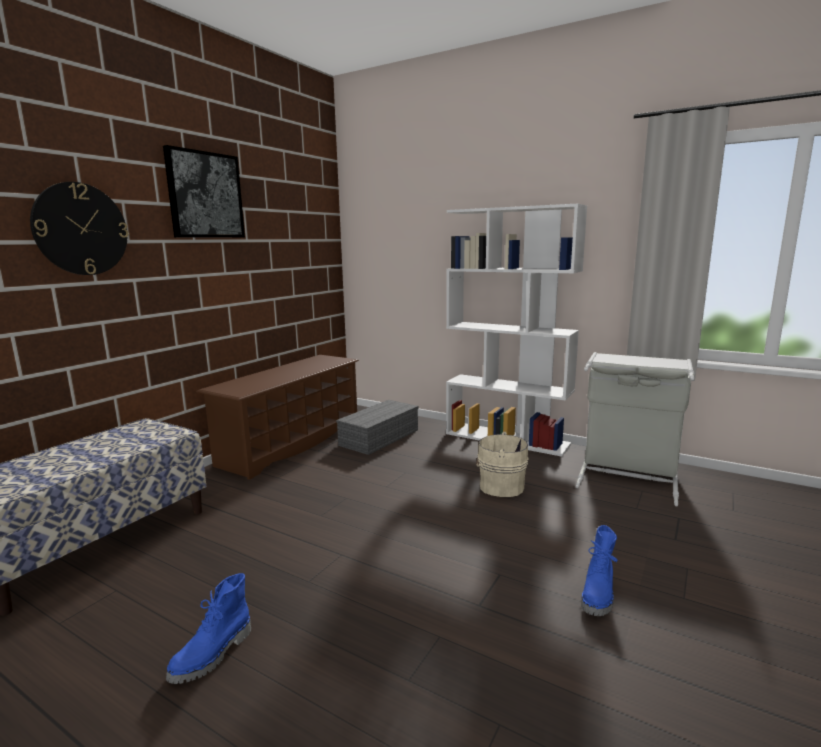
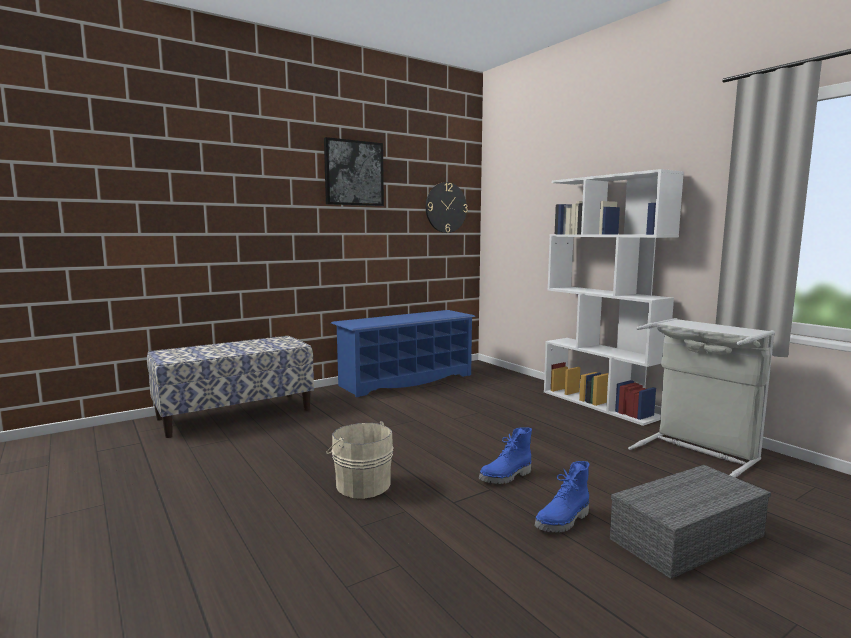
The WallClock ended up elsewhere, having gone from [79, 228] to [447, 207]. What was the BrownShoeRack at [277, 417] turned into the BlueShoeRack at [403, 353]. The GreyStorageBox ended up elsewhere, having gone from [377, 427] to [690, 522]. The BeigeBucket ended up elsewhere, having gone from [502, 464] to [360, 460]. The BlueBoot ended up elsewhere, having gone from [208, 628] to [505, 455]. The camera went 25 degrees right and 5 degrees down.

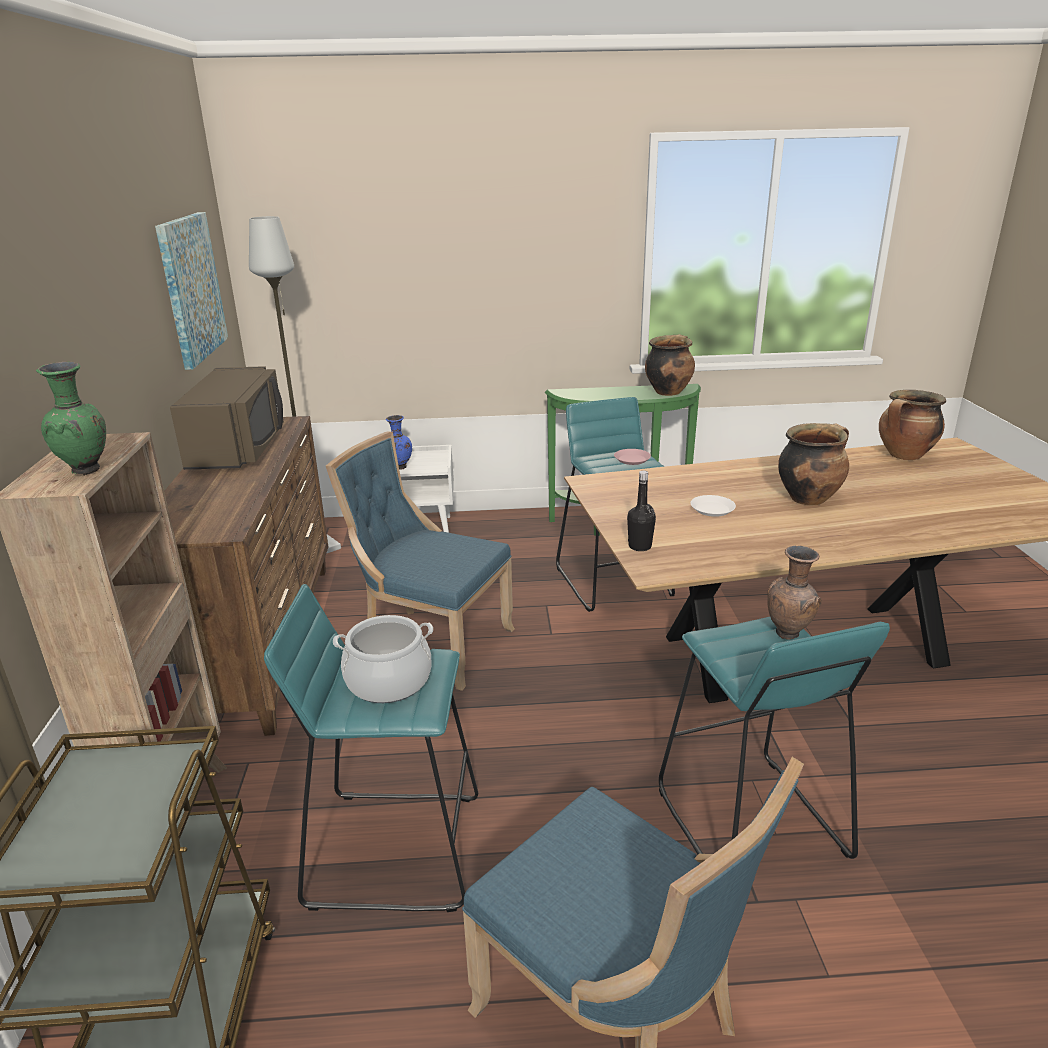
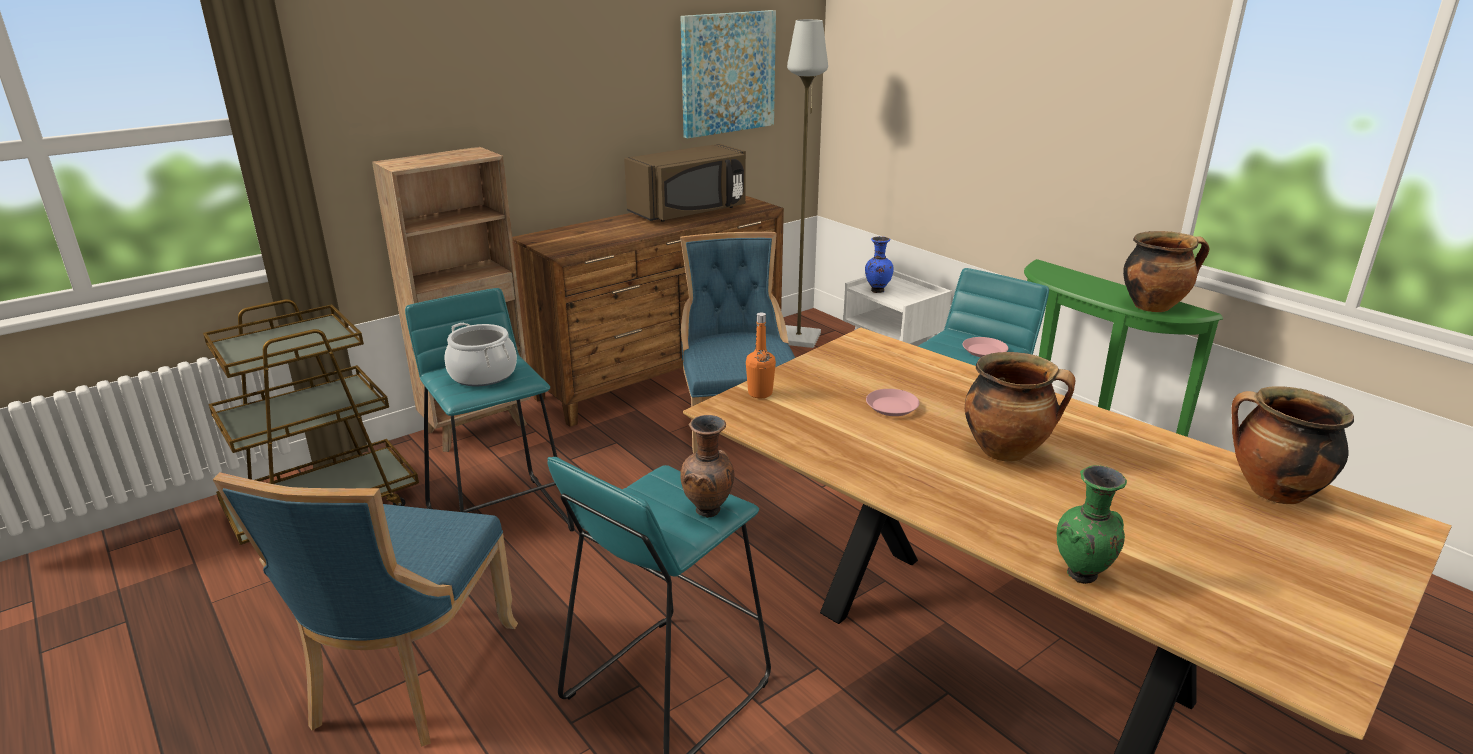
The GreenVase ended up elsewhere, having gone from [71, 418] to [1092, 524]. What was the BlackBottle at [641, 511] turned into the OrangeBottle at [761, 355]. What was the WhitePlate at [713, 506] turned into the PinkPlate at [893, 402]. The camera went 55 degrees right and 0 degrees up.

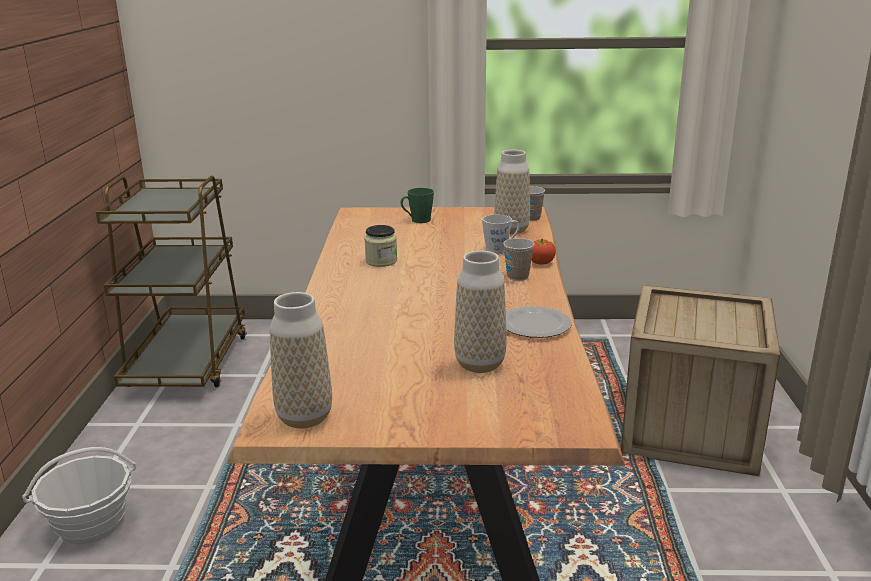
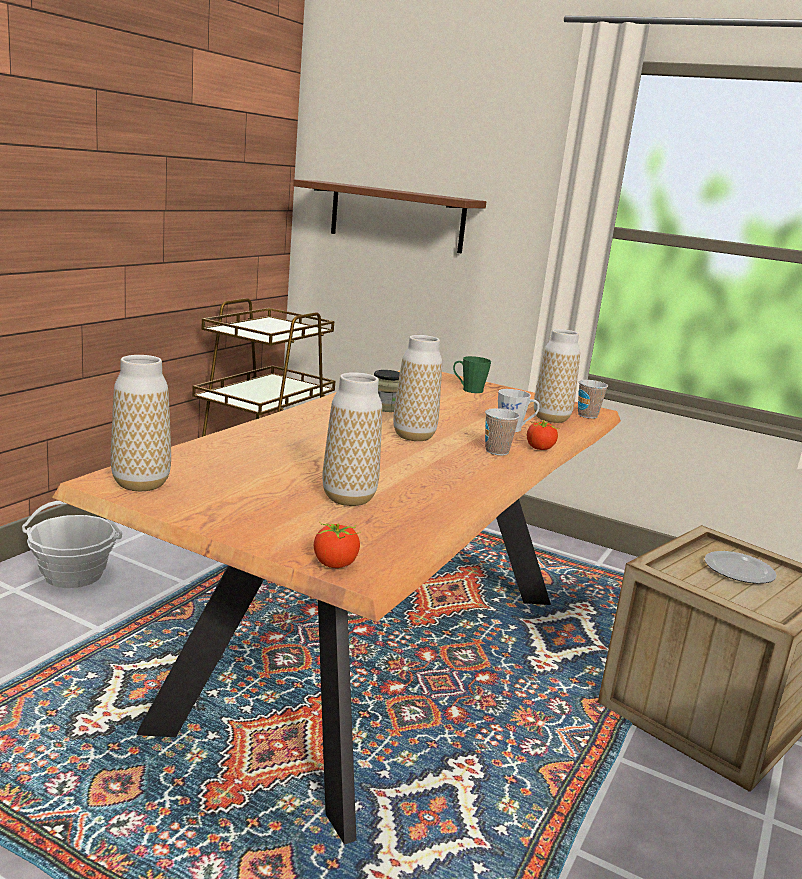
The Plate ended up elsewhere, having gone from [539, 322] to [741, 567]. The second view gained the BrownShelf at [389, 216]. The second view gained the Vase at [417, 388]. The second view gained the Tomato at [337, 545]. The camera went 25 degrees right and 5 degrees down.

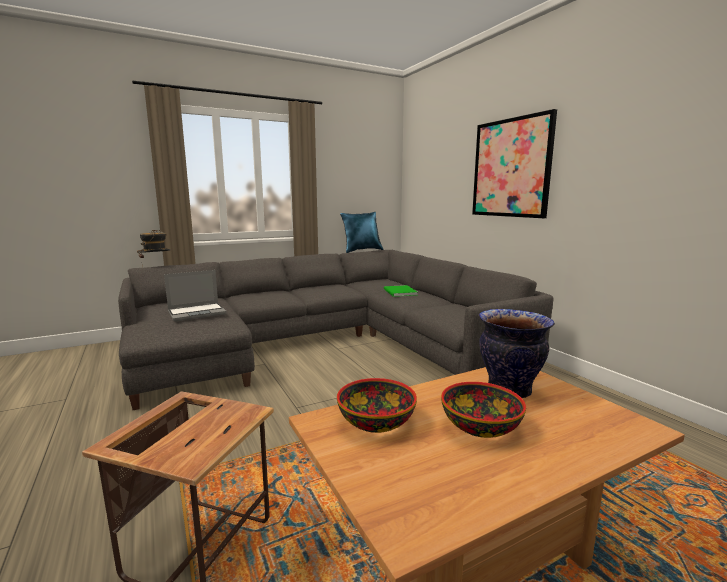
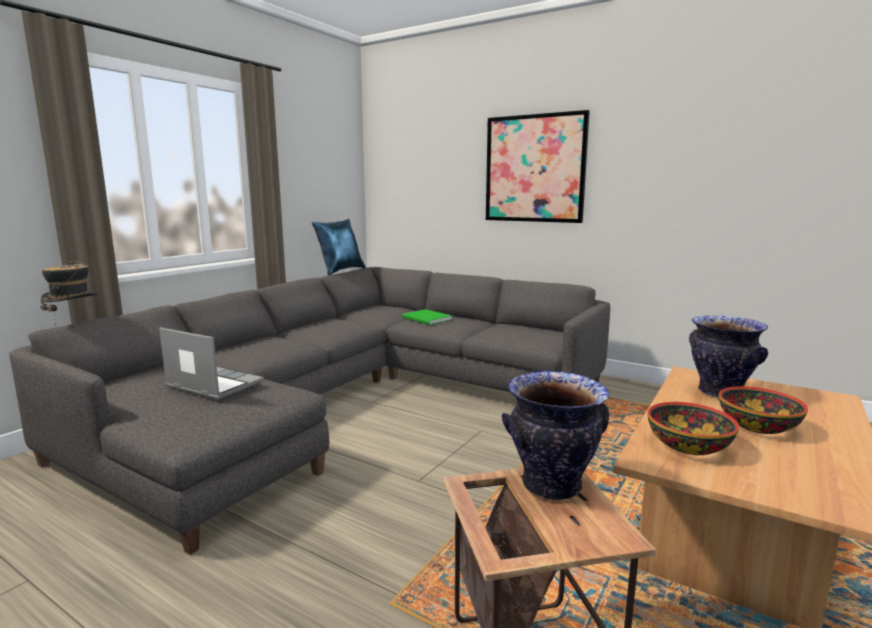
The Laptop at [195, 295] ended up facing another way, 90 degrees counterclockwise from before. The second view gained the Vase at [555, 435]. The camera went 30 degrees left and 0 degrees up.

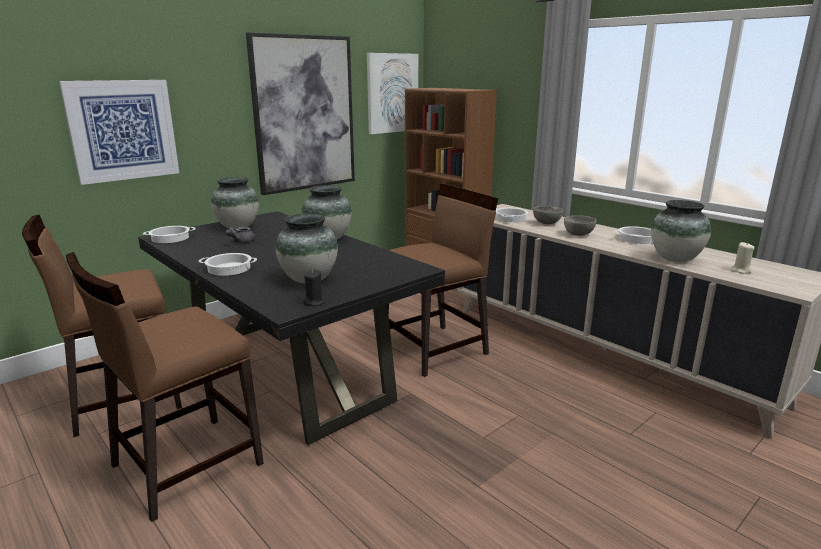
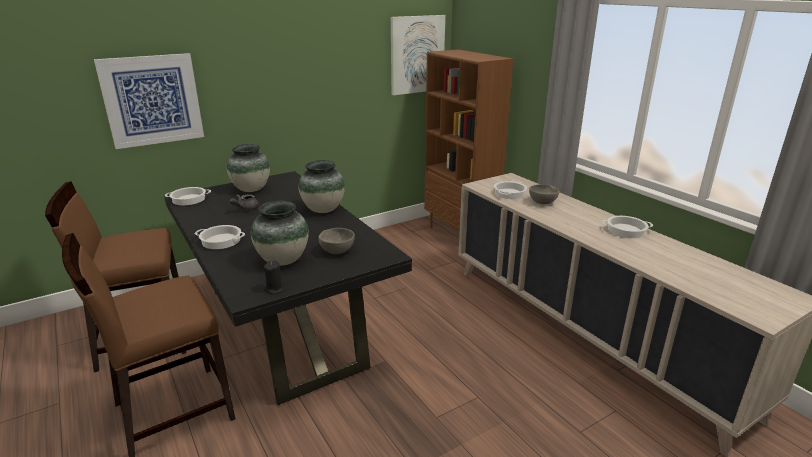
The second view lost the Picture at [300, 113]. The second view lost the BrownChair at [442, 280]. The second view lost the Vase at [681, 231]. The GreyBowl ended up elsewhere, having gone from [580, 225] to [337, 241]. The second view lost the BeigeCandle at [743, 258]. The camera went 10 degrees right and 5 degrees up.

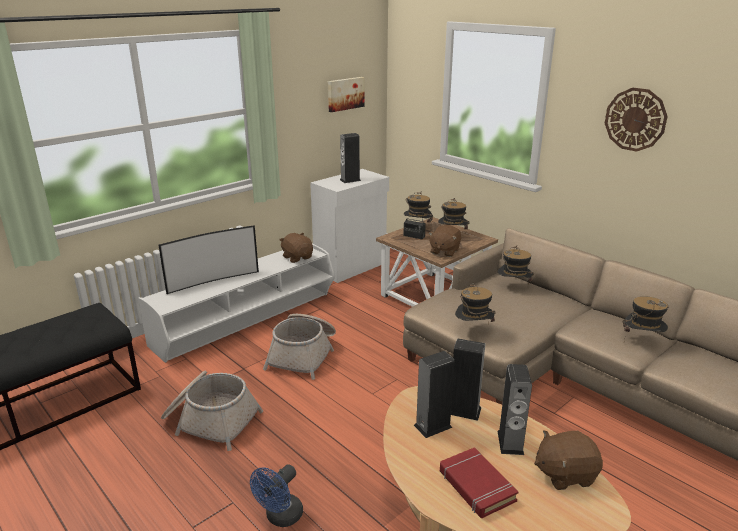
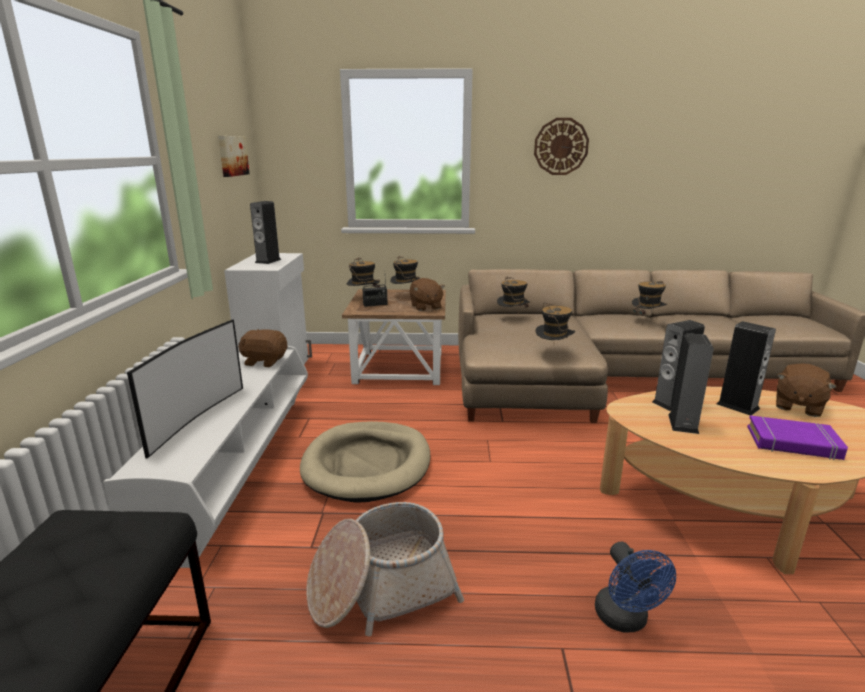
Where the Basket stood at [299, 347], the BeigeDogBed came to stand at [365, 462]. What was the RedBook at [479, 482] turned into the PurpleBook at [797, 437]. The camera went 45 degrees left and 5 degrees down.

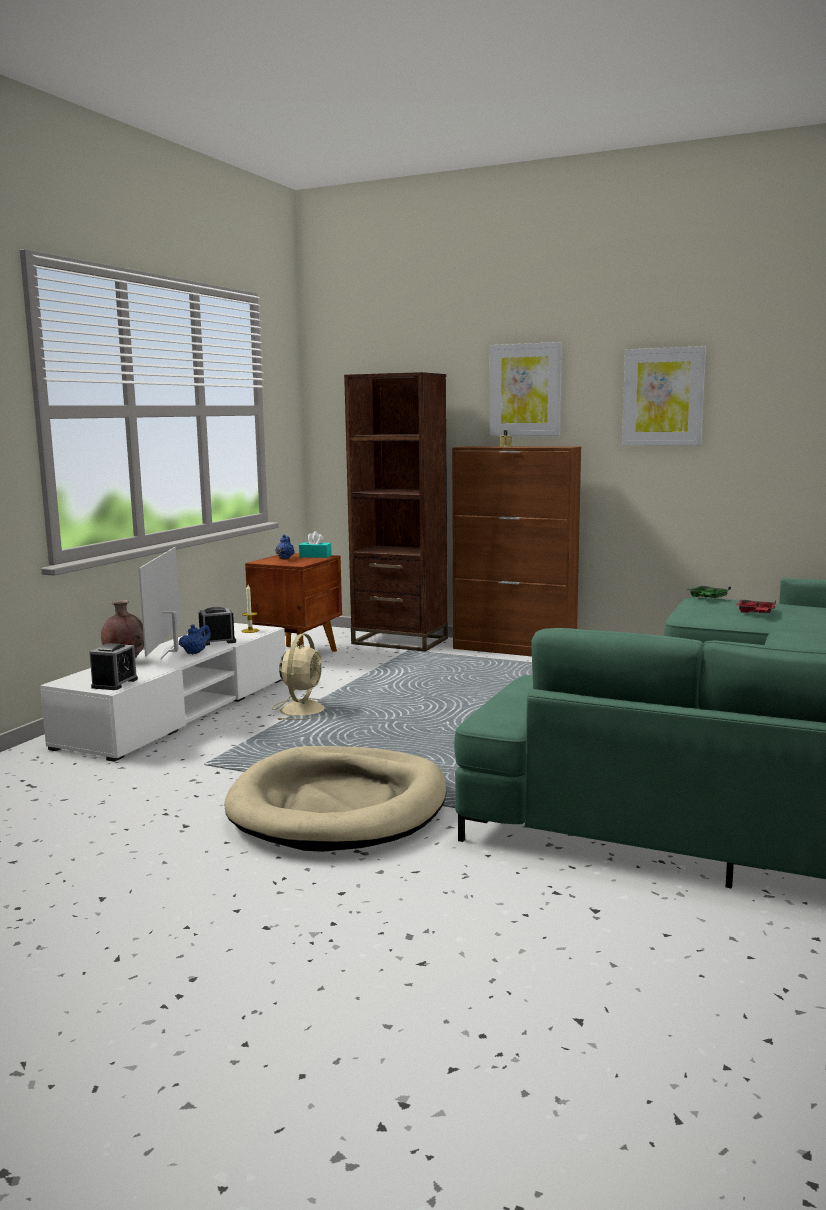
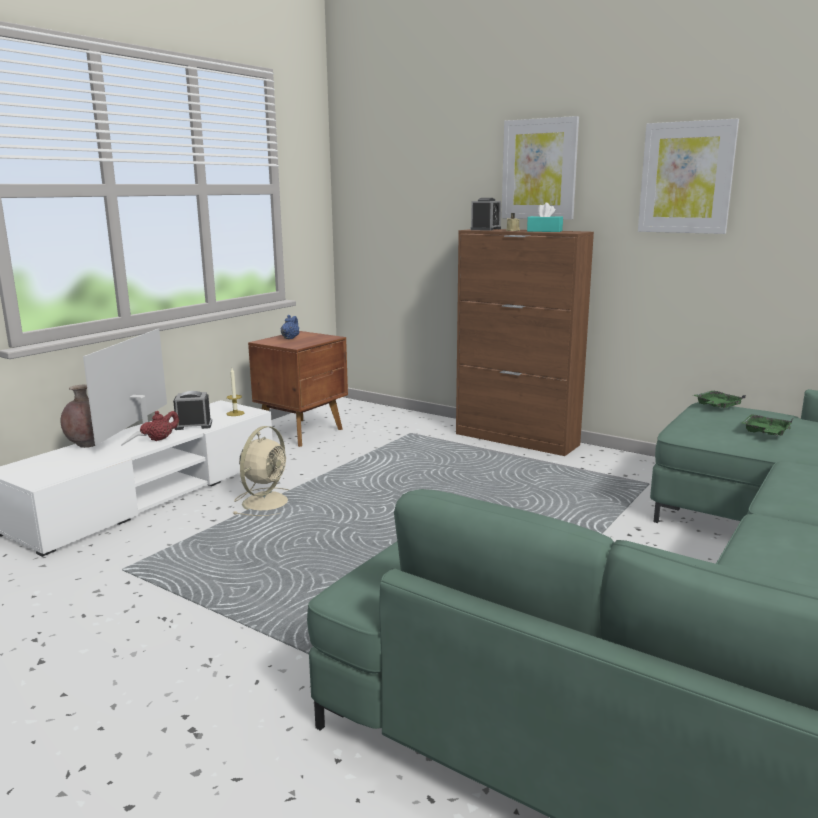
The second view lost the BrownBookcase at [396, 512]. The TurquoiseTissueBox ended up elsewhere, having gone from [315, 544] to [545, 217]. What was the RedTray at [756, 607] turned into the GreenTray at [767, 425]. What was the BlueTeapot at [195, 639] turned into the RedTeapot at [159, 426]. The AlarmClock ended up elsewhere, having gone from [113, 666] to [486, 214]. The second view lost the BeigeDogBed at [335, 799]. The camera went 10 degrees right and 5 degrees up.

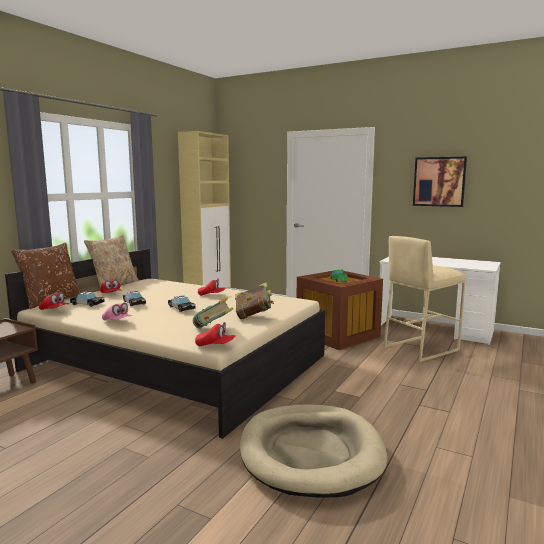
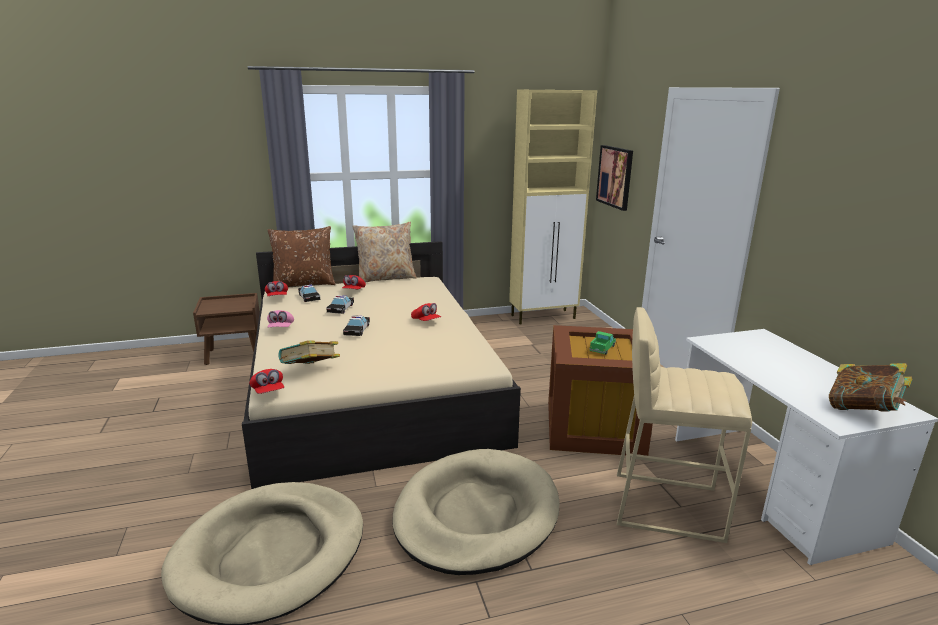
The Picture ended up elsewhere, having gone from [440, 182] to [614, 178]. The Book ended up elsewhere, having gone from [254, 300] to [870, 387]. The second view gained the BeigeDogBed at [476, 512]. The camera went 45 degrees right and 10 degrees up.

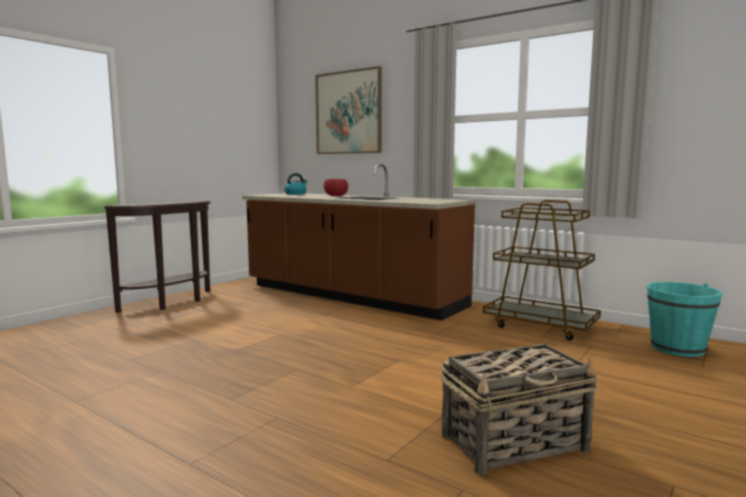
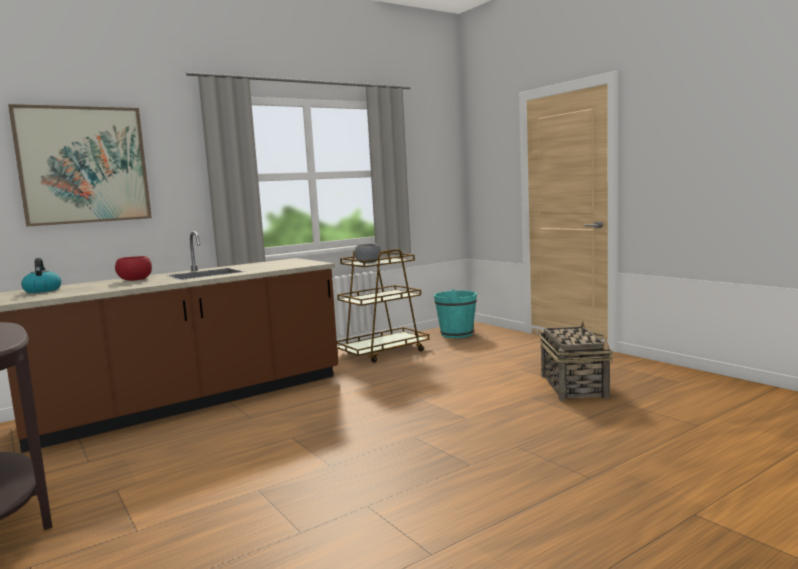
The second view gained the GreyBowl at [367, 254]. The camera went 70 degrees left and 0 degrees up.

